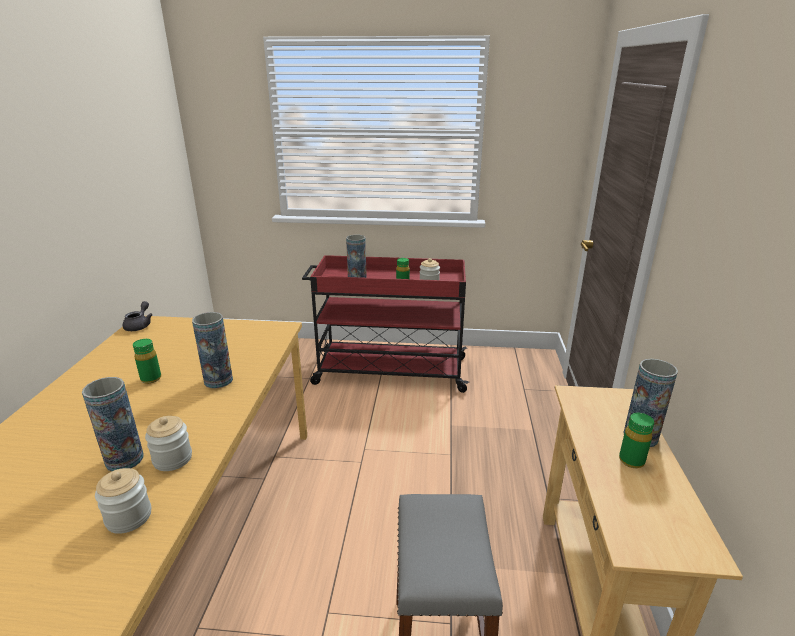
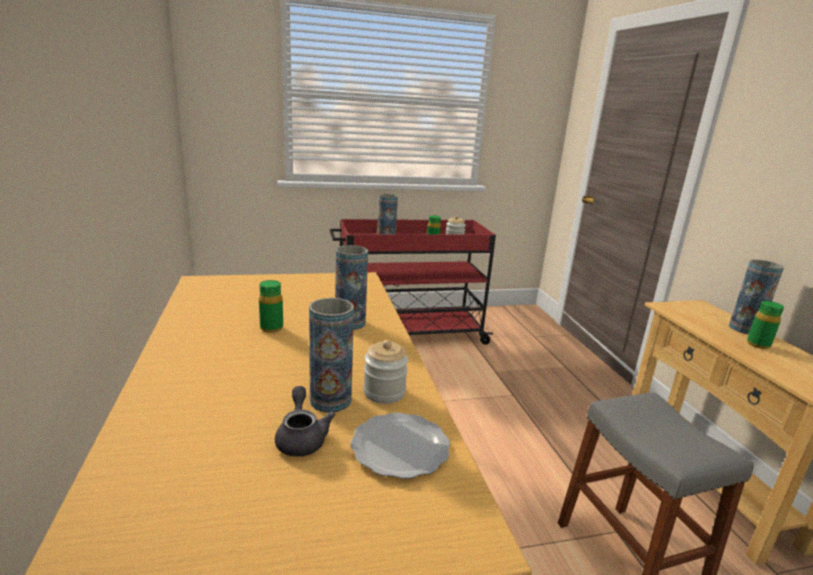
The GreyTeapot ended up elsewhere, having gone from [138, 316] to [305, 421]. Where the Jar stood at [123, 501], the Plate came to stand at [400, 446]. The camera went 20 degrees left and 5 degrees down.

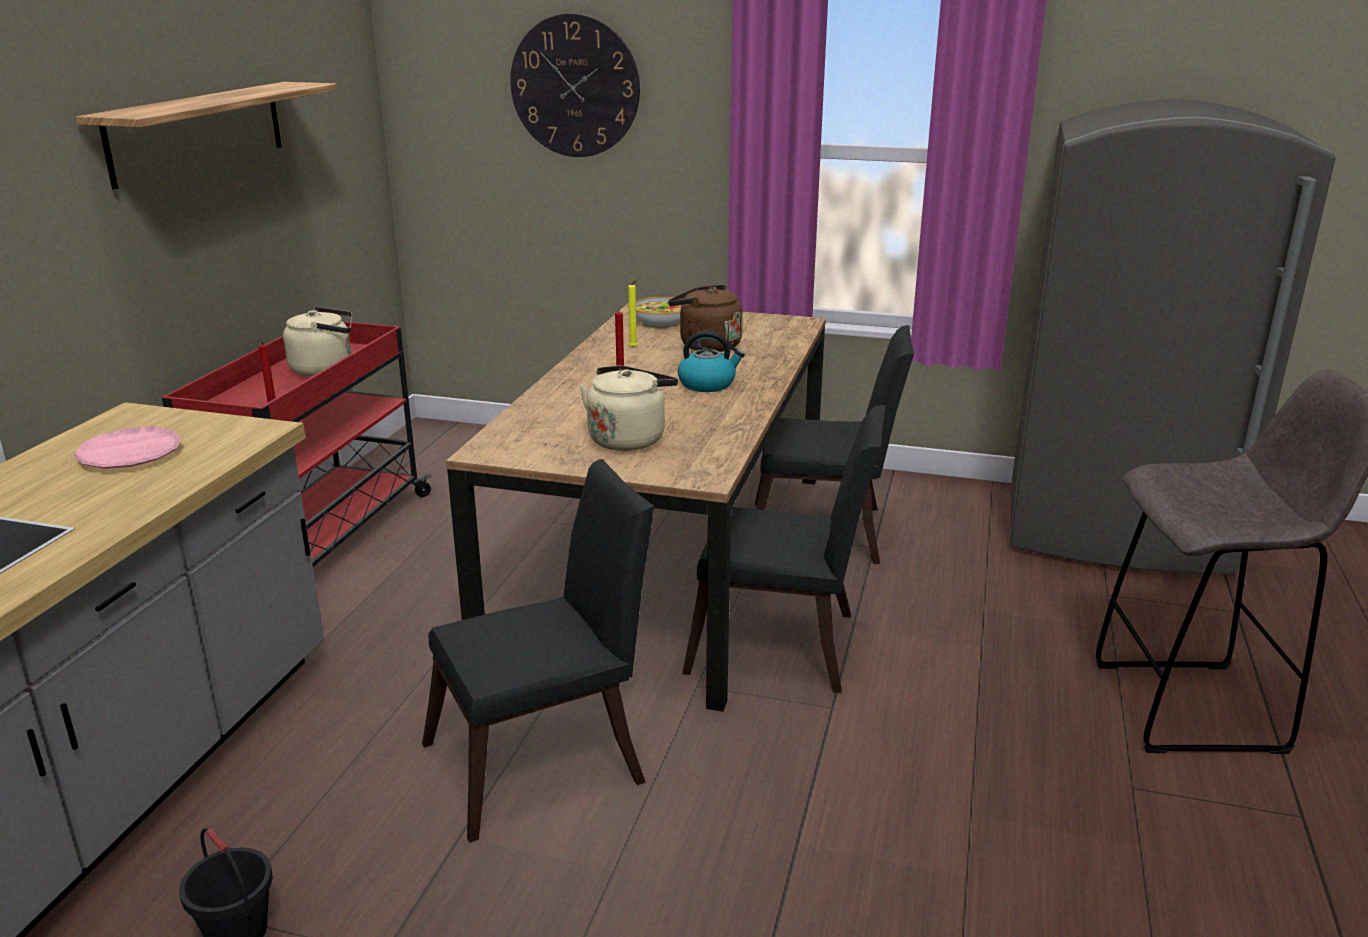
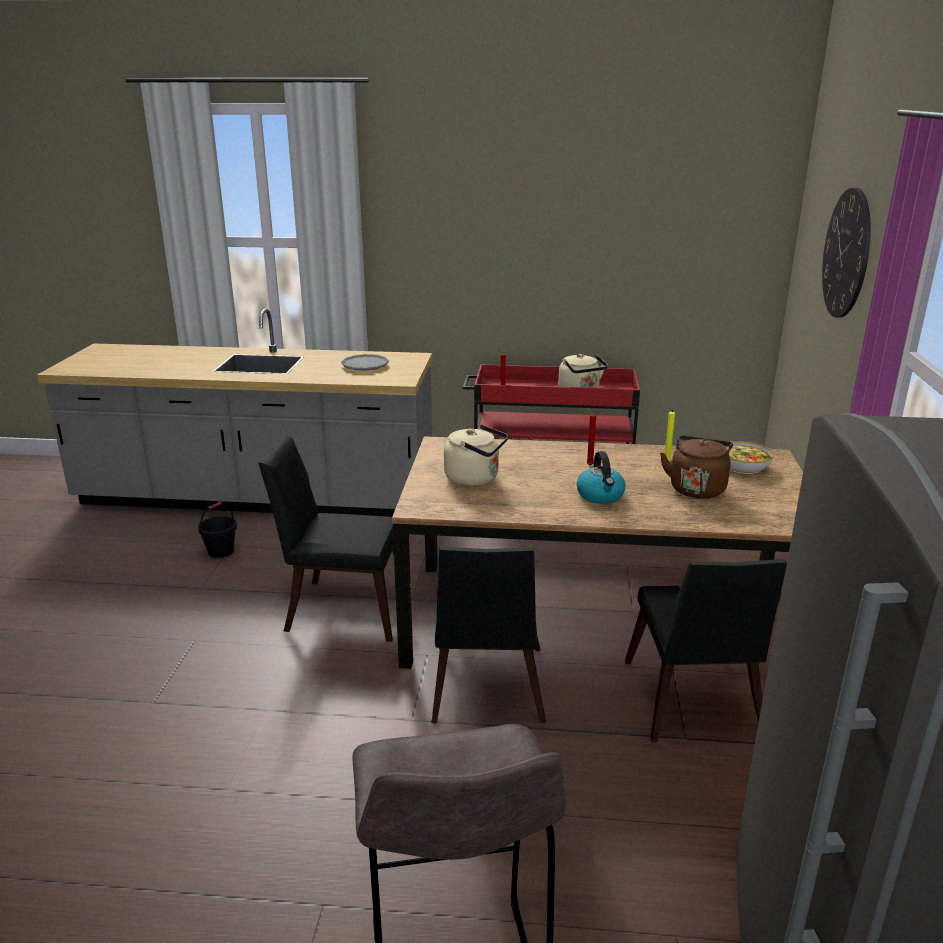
The second view lost the Shelf at [206, 135]. What was the PinkPlate at [128, 447] turned into the GreyPlate at [365, 362]. The BlackChair at [538, 651] ended up facing another way, 135 degrees clockwise from before. The camera went 80 degrees right and 0 degrees up.

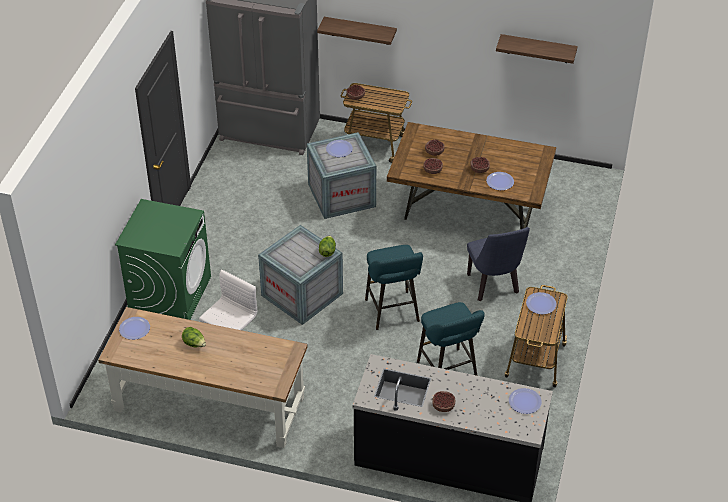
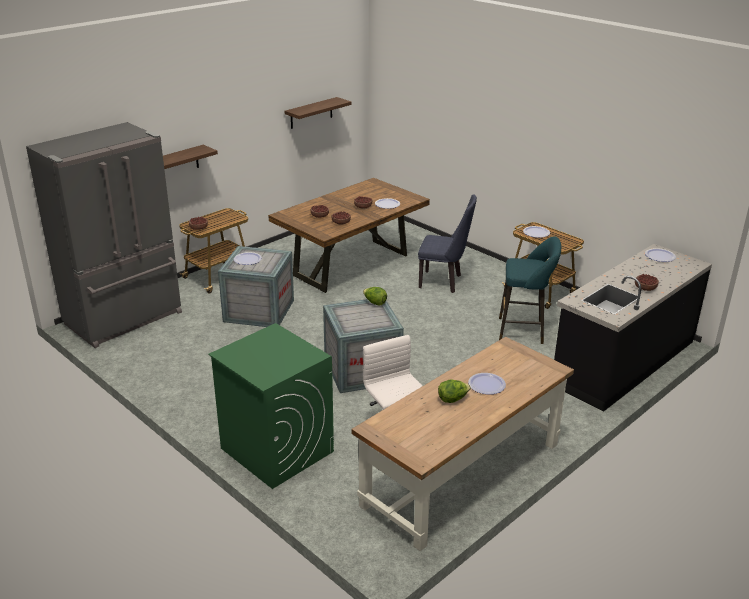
The second view lost the TurquoiseStool at [394, 287]. The Plate ended up elsewhere, having gone from [134, 328] to [487, 384]. The camera went 60 degrees left and 15 degrees down.

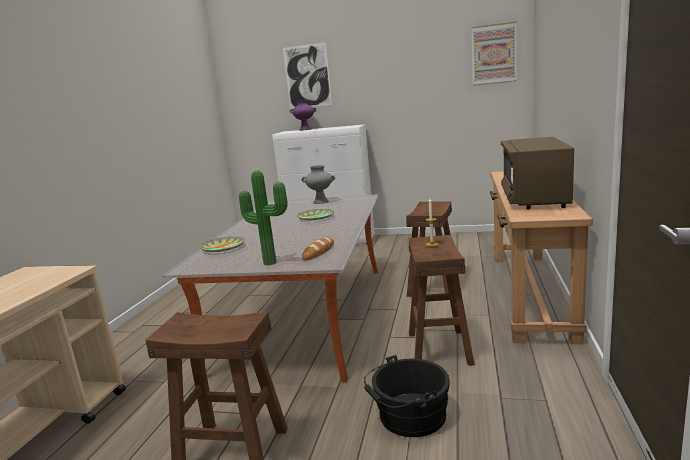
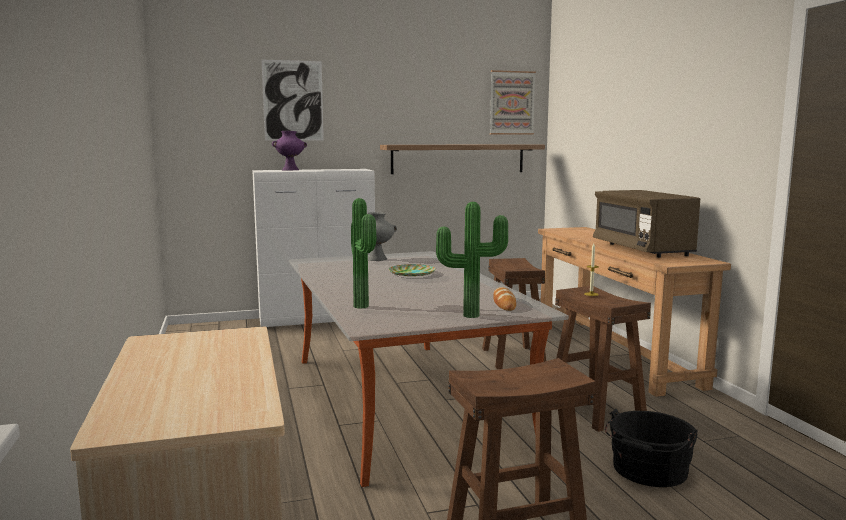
Where the Plate stood at [222, 244], the PottedPlant came to stand at [363, 253]. The second view gained the Shelf at [462, 159]. The camera went 30 degrees left and 5 degrees down.

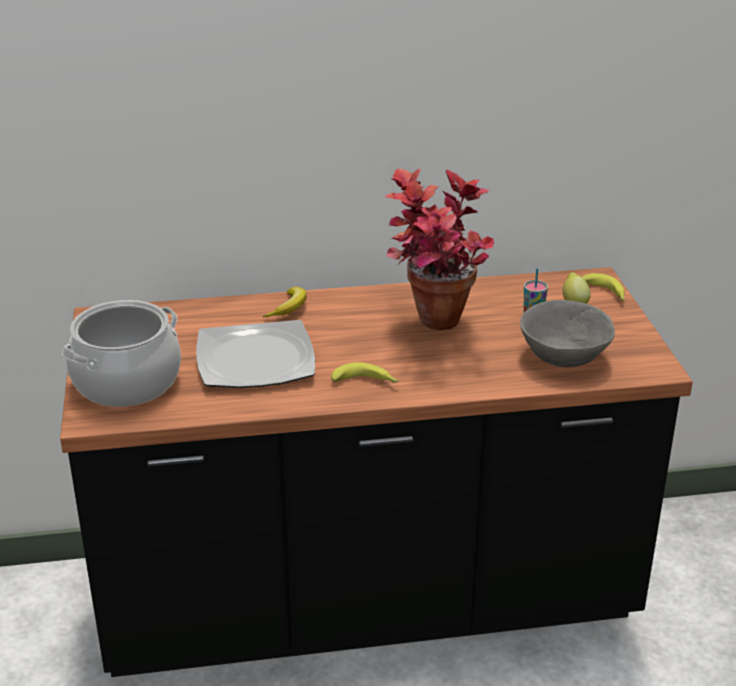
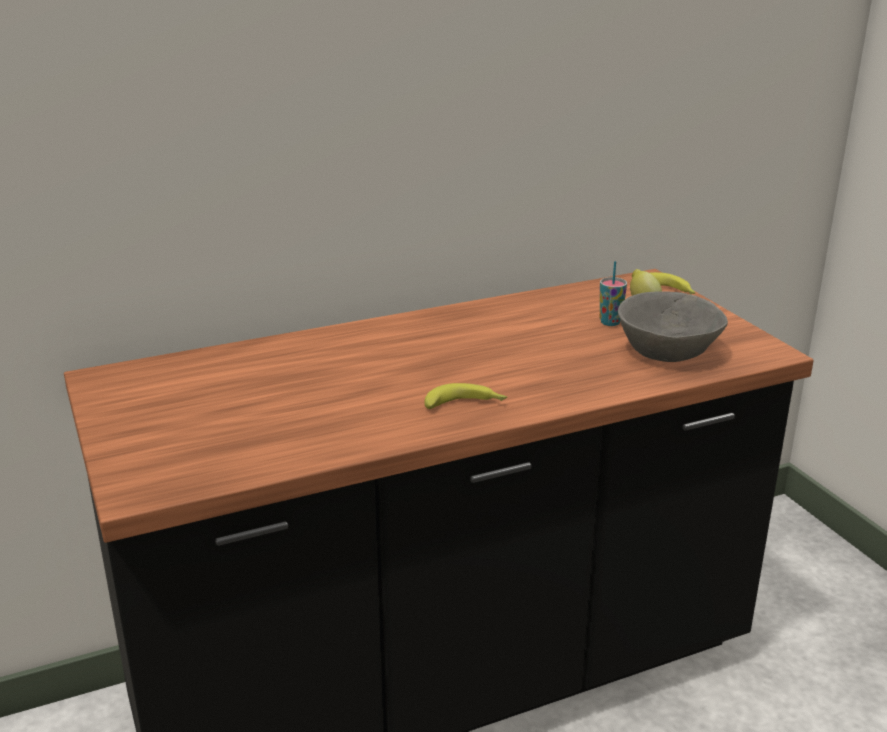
The second view lost the PottedPlant at [439, 249]. The second view lost the Banana at [285, 302]. The second view lost the CookingPot at [121, 353]. The second view lost the Plate at [255, 354]. The camera went 15 degrees left and 5 degrees down.

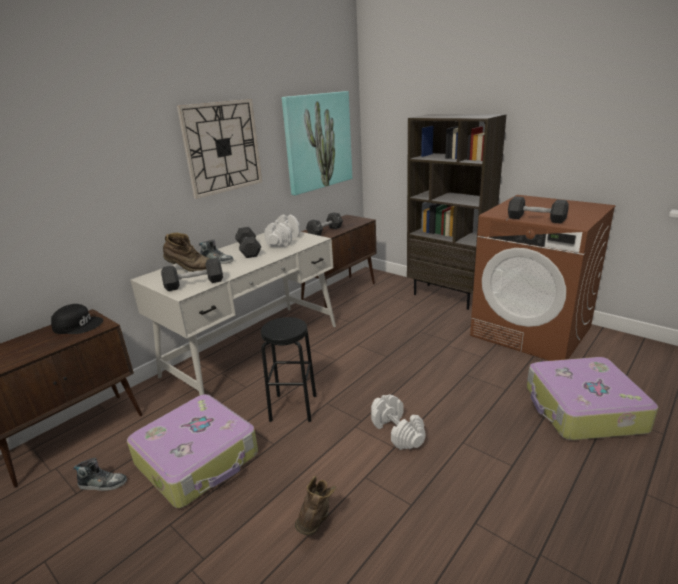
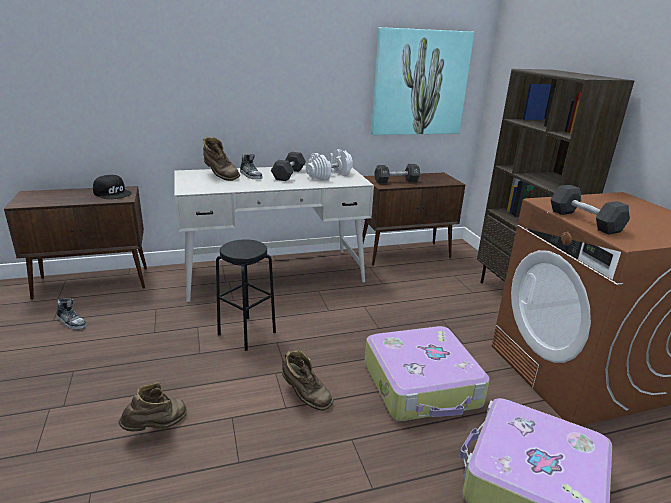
The second view lost the WallClock at [219, 149]. The second view lost the BlackDumbbell at [192, 274]. The Suitcase ended up elsewhere, having gone from [192, 451] to [427, 373]. Where the WhiteDumbbell stood at [398, 422], the BrownBoot came to stand at [308, 381]. The camera went 30 degrees right and 0 degrees up.

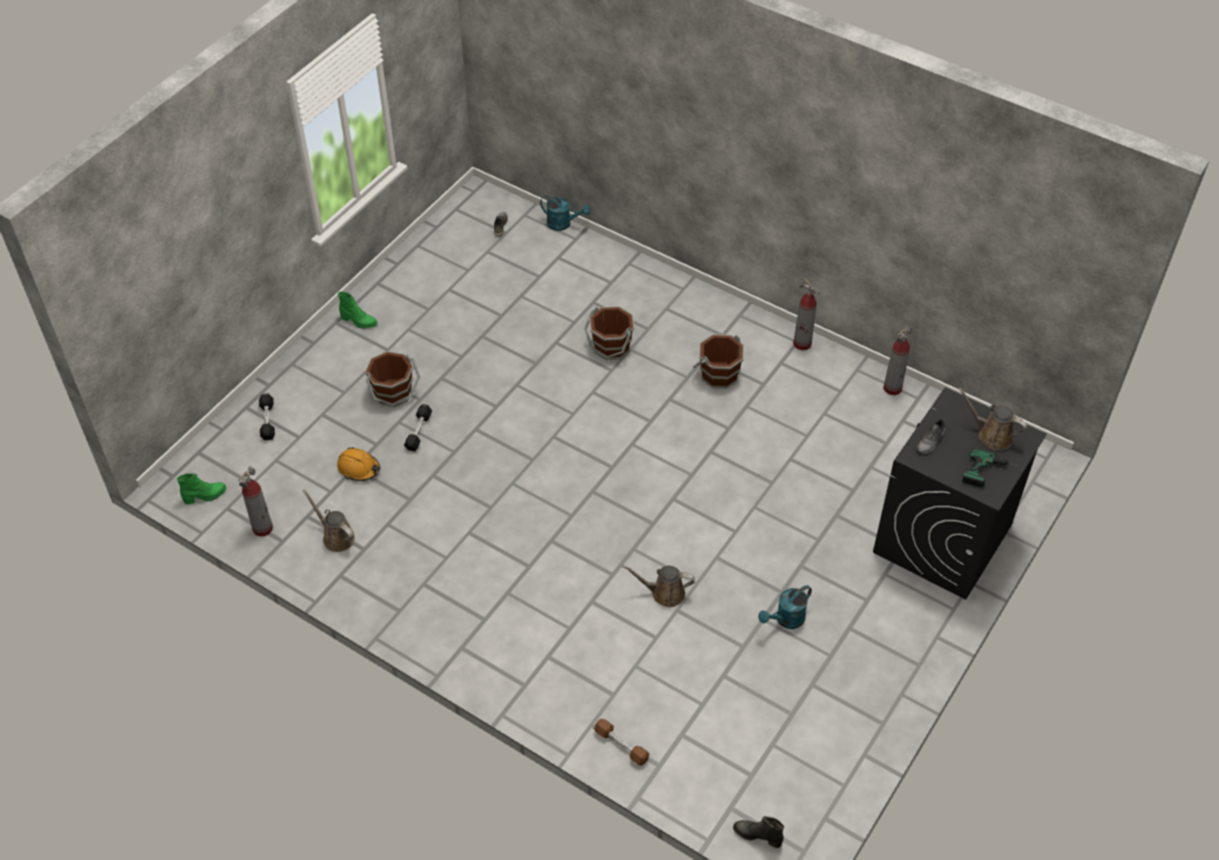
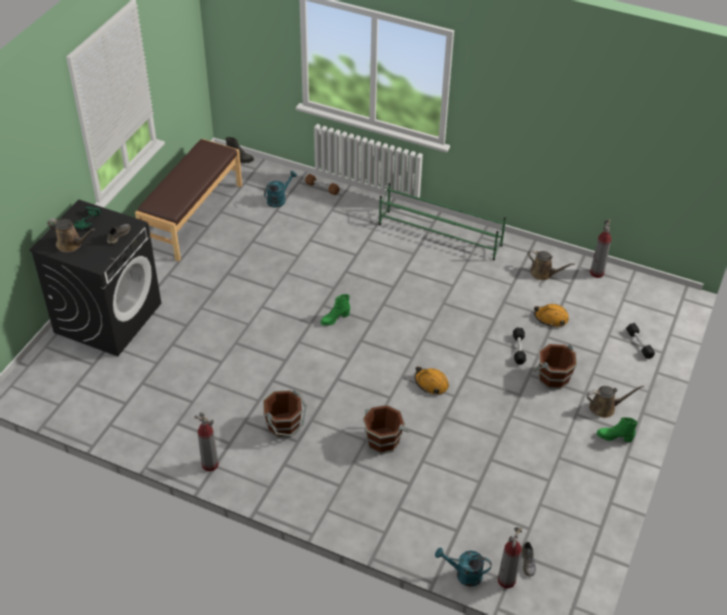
The FireExtinguisher ended up elsewhere, having gone from [897, 360] to [510, 558]. The GreenBoot ended up elsewhere, having gone from [201, 488] to [335, 310]. The BrownWateringCan ended up elsewhere, having gone from [658, 586] to [615, 401]. The TurquoiseWateringCan ended up elsewhere, having gone from [785, 607] to [280, 189]. The second view gained the BrownBench at [188, 200]. The second view gained the GreenShoeRack at [442, 221]. The second view gained the OrangeHardHat at [432, 380]. The camera went 170 degrees right and 5 degrees down.

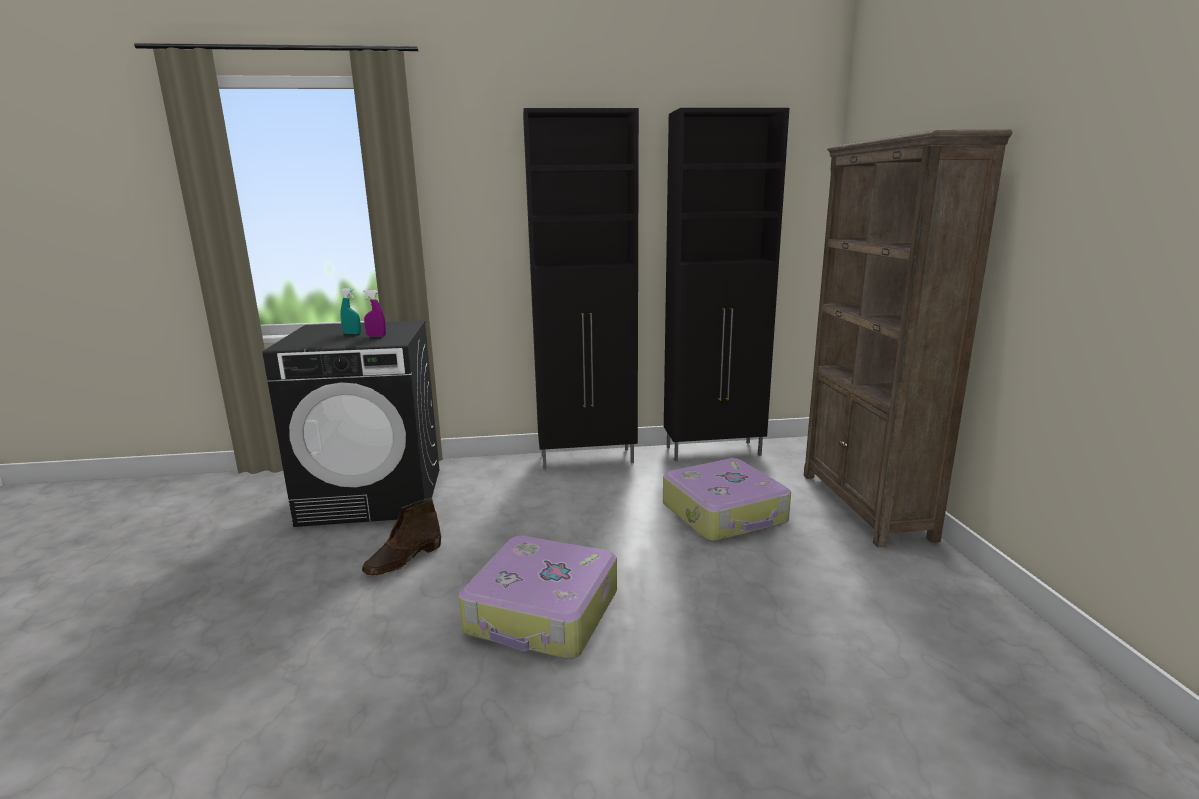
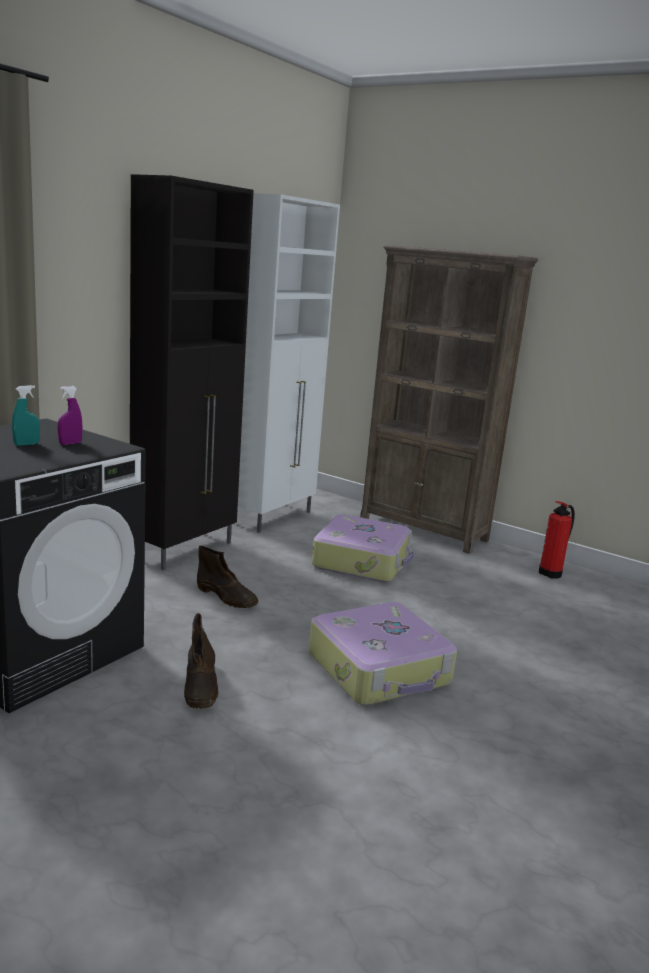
What was the BlackCabinet at [726, 284] turned into the WhiteCabinet at [287, 363]. The second view gained the FireExtinguisher at [557, 540]. The second view gained the BrownBoot at [227, 577]. The camera went 50 degrees left and 0 degrees up.

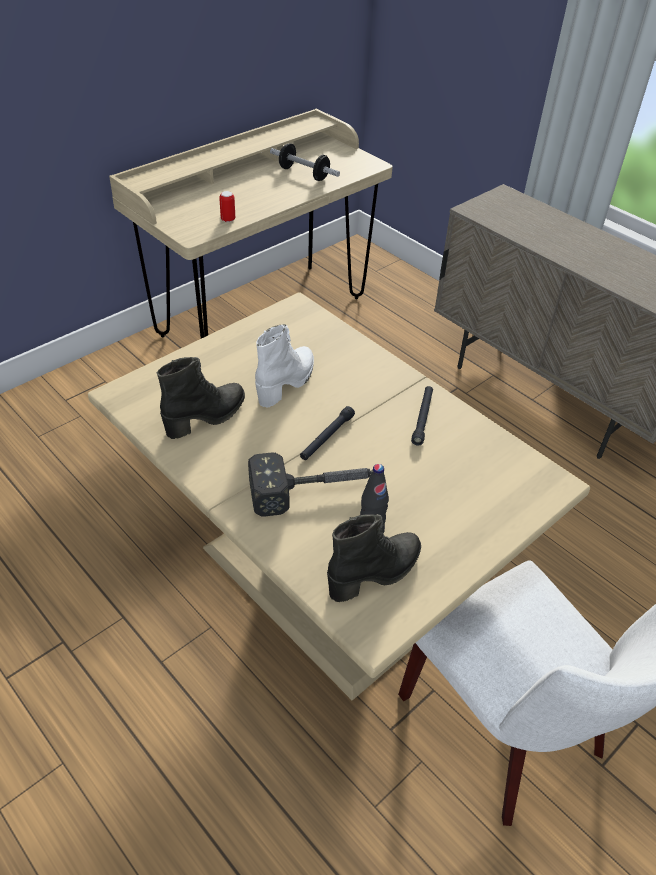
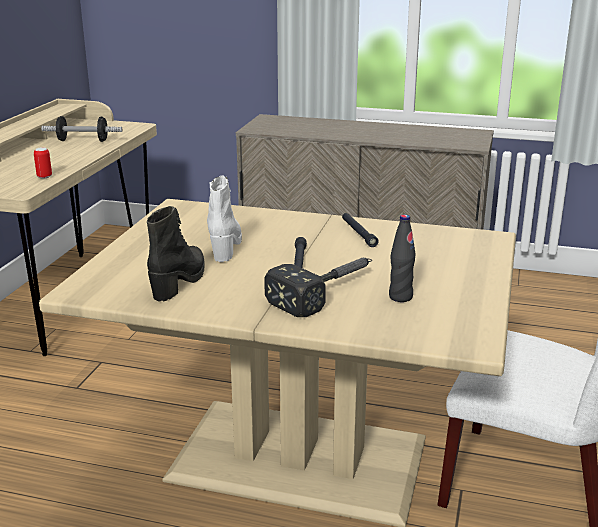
The second view lost the BlackBoot at [374, 558]. The camera went 30 degrees left and 20 degrees down.

